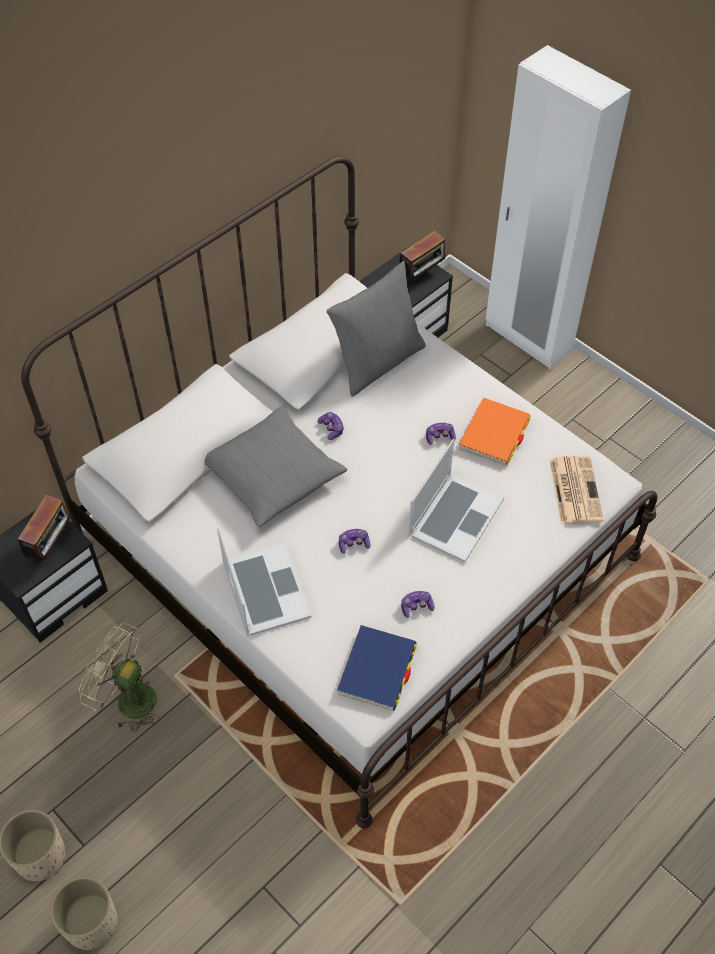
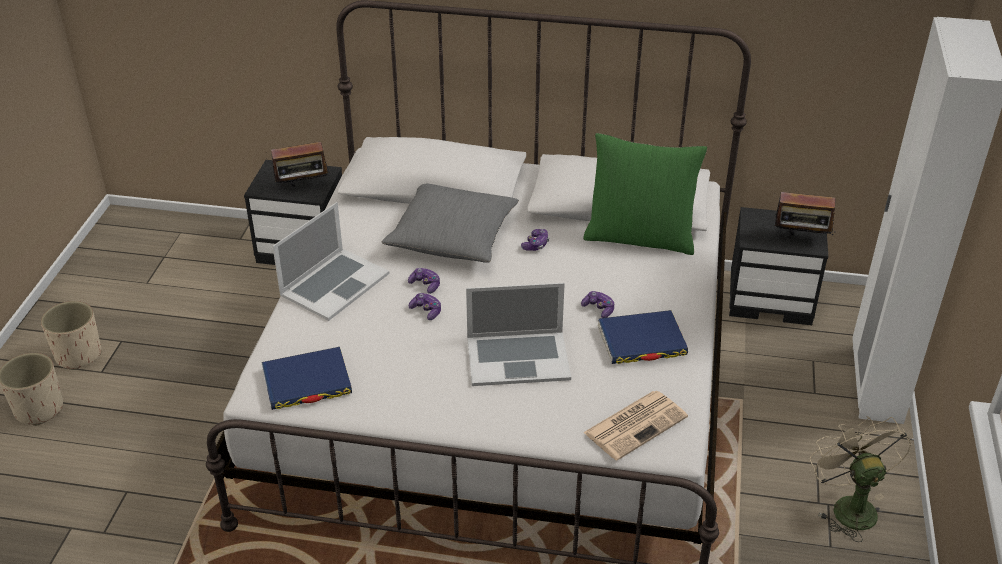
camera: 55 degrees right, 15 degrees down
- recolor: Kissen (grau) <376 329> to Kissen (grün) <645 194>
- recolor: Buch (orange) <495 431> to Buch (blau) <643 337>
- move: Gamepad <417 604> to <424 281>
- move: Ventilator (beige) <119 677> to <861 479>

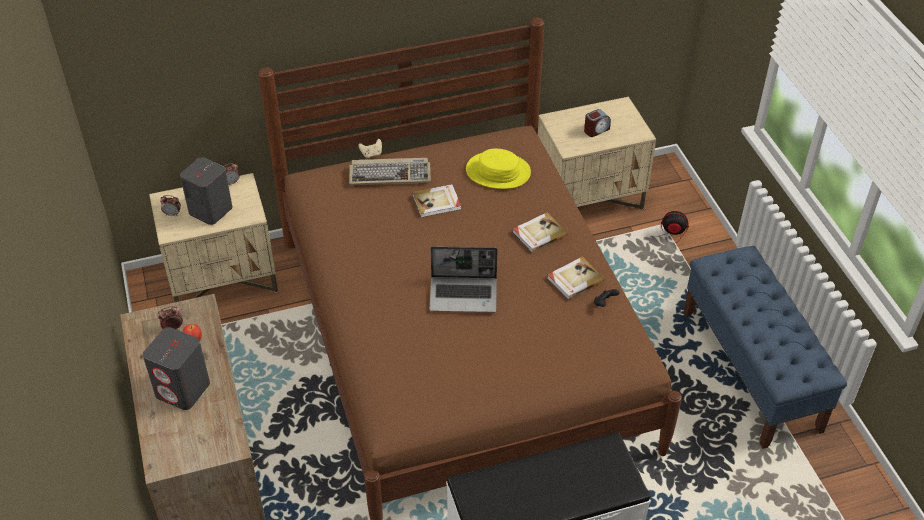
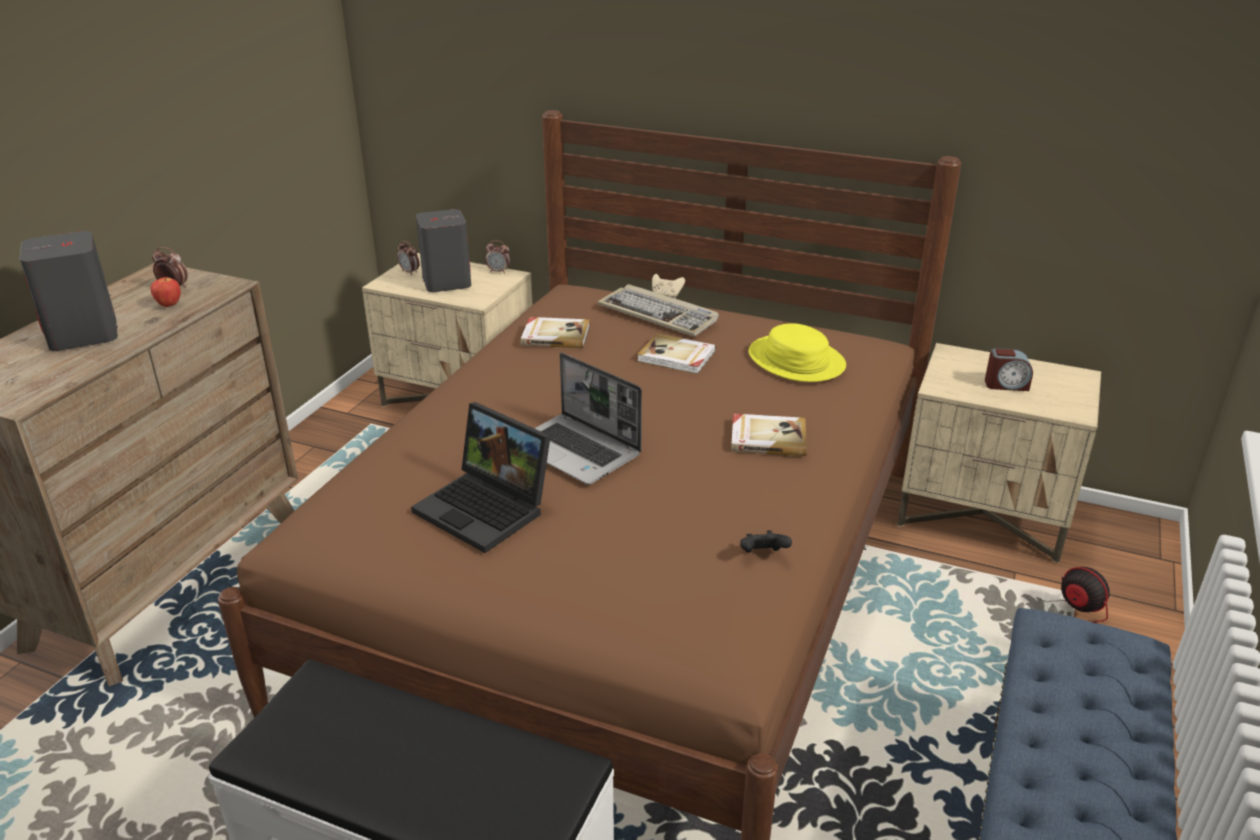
camera: 40 degrees right, 15 degrees down
- move: Buch <575 278> to <555 332>
- insert: Laptop <481 477>

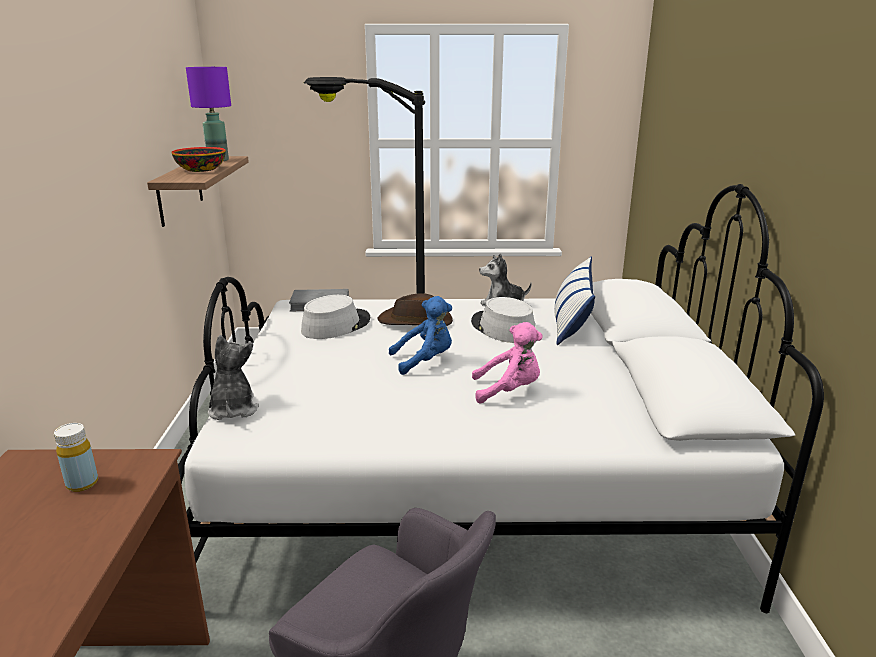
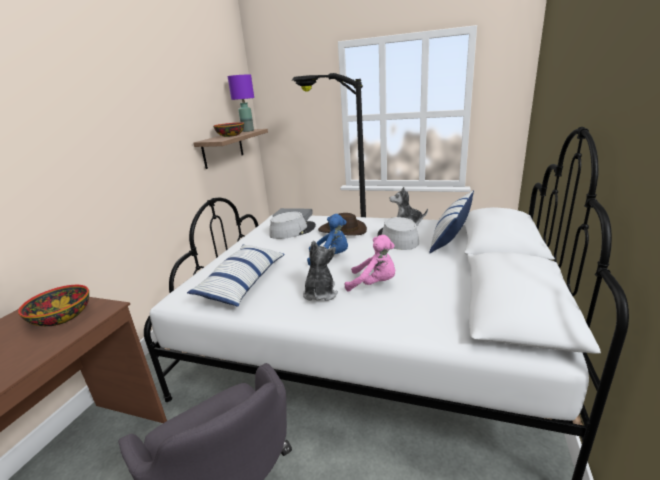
camera: 20 degrees right, 0 degrees up
- move: Plüschtier <233 377> to <320 271>
- replace: Flasche (gelb) <76 457> to Schüssel <53 305>
- insert: Kissen <236 276>

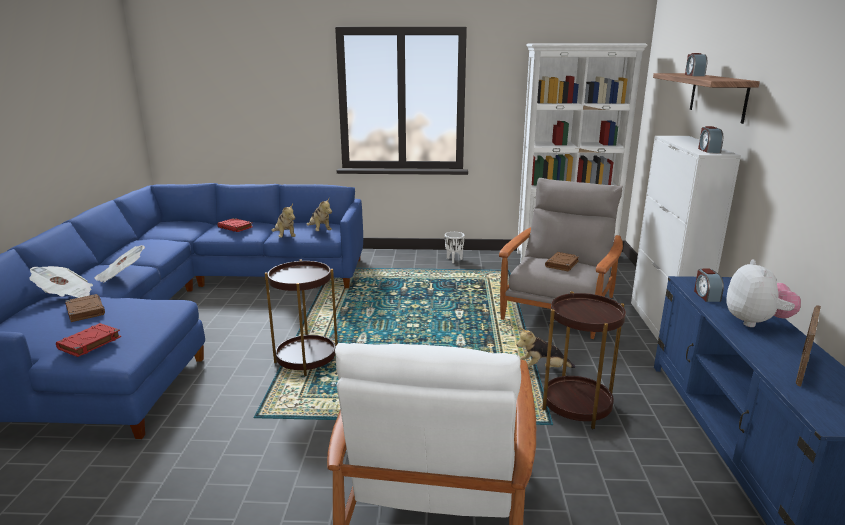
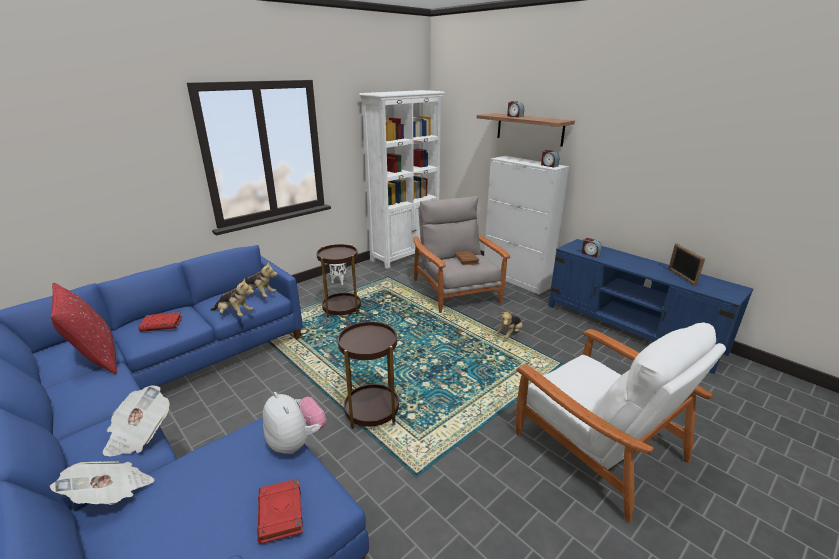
camera: 45 degrees left, 5 degrees up
- move: Plüschtier <763 293> to <295 423>
- move: Beistelltisch (braun) <584 360> to <338 280>
- delete: Buch (braun) <85 308>
- insert: Kissen (rot) <83 328>

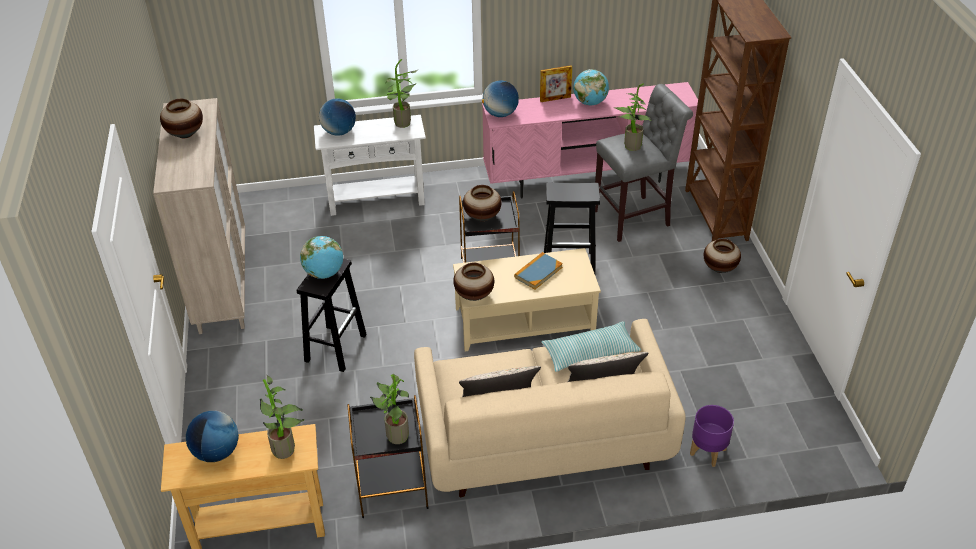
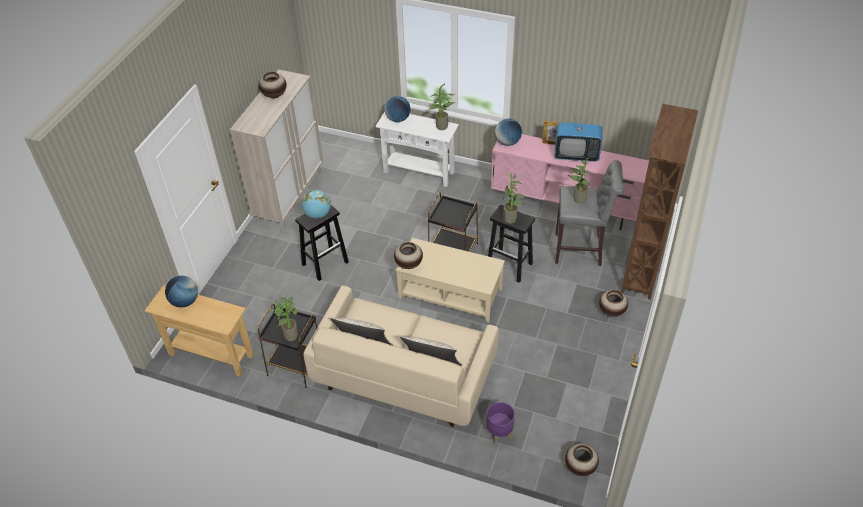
camera: 30 degrees right, 5 degrees up
- replace: Globus <591 87> to Fernseher <578 137>
- move: Vase <482 203> to <582 459>
- delete: Buch <538 270>
- delete: Kissen <591 346>
- move: Topfpflanze <282 417> to <515 198>

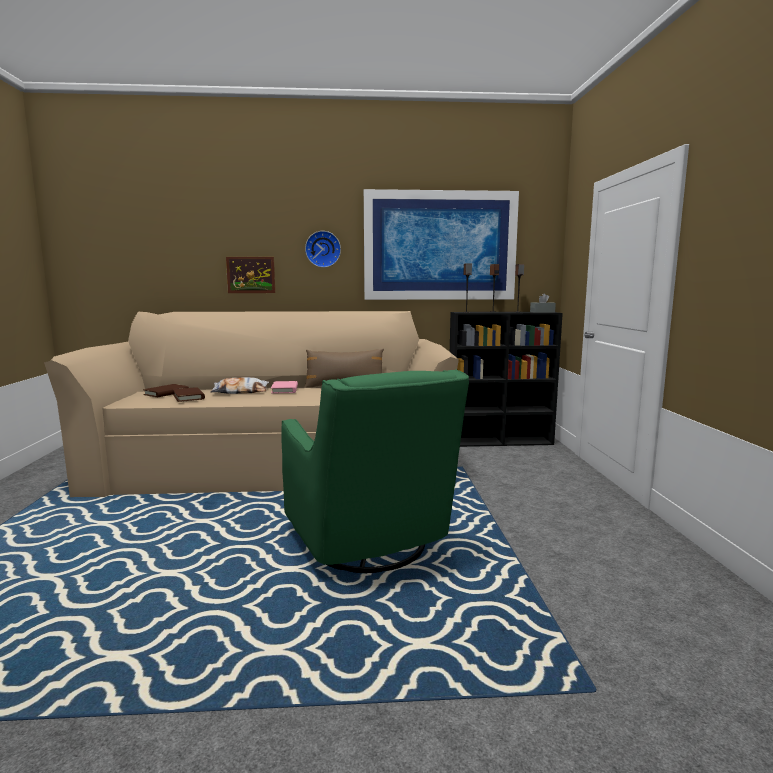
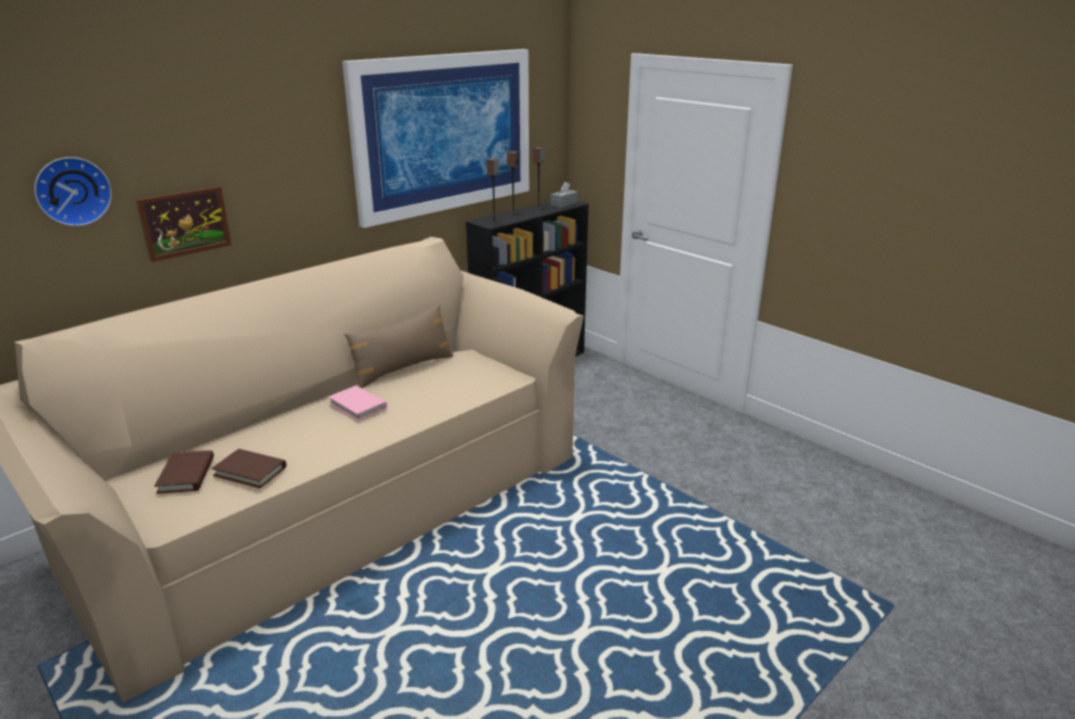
camera: 40 degrees left, 15 degrees up
- move: Wanduhr <323 249> to <73 191>
- delete: Sessel (grün) <375 471>
- delete: Kissen <240 385>

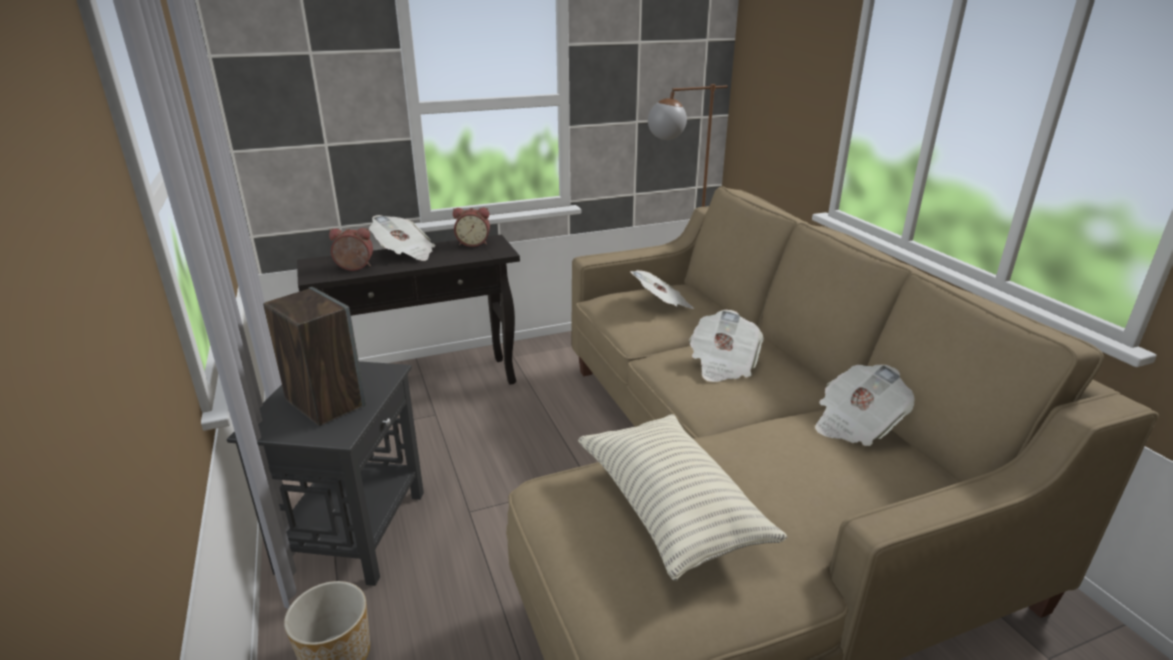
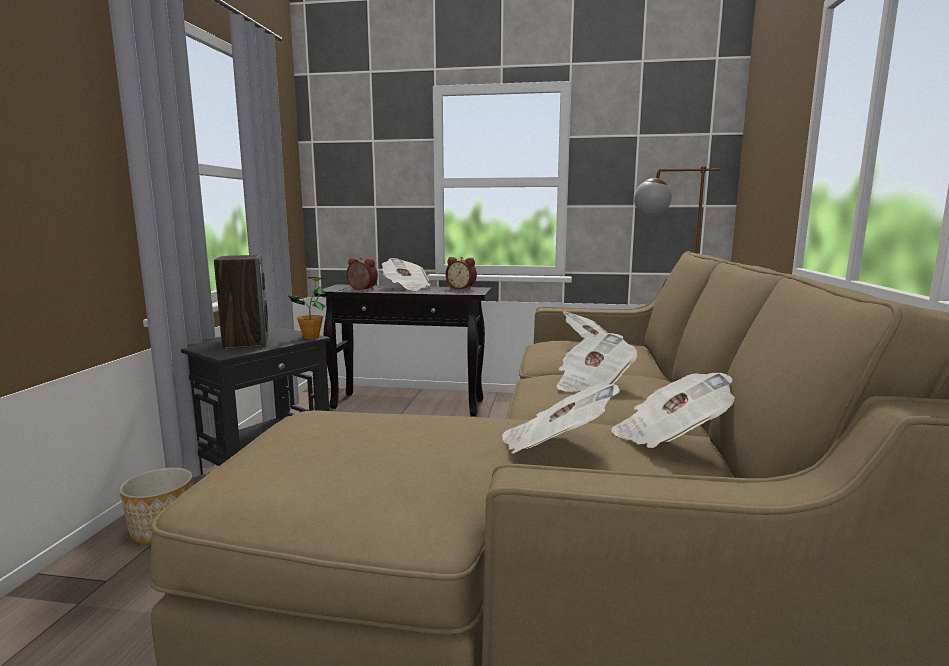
camera: 30 degrees right, 15 degrees down
- delete: Kissen <682 497>
- insert: Topfpflanze <306 308>
- insert: Zeitung <561 419>

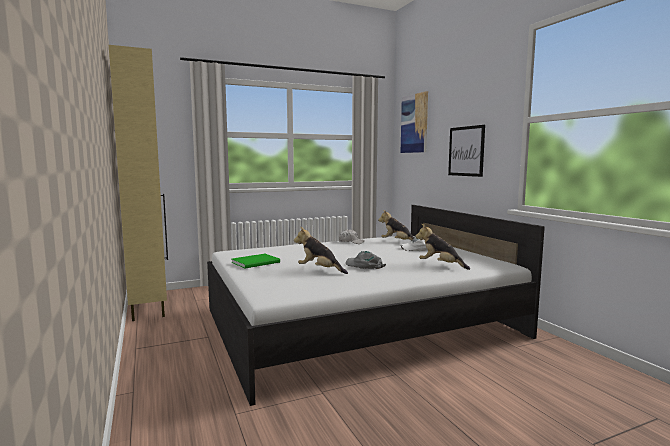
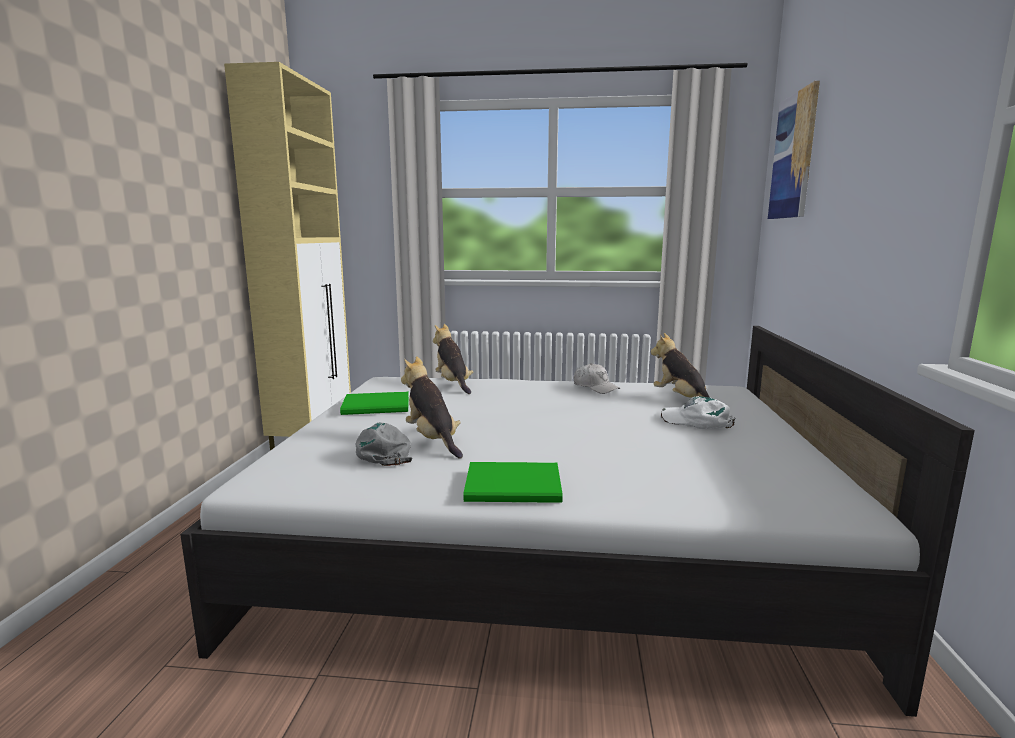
camera: 30 degrees right, 5 degrees up
- delete: Bild <466 151>
- move: Plüschtier <442 247> to <453 359>
- move: Kappe (grau) <366 260> to <384 444>
- insert: Buch (grün) <513 482>

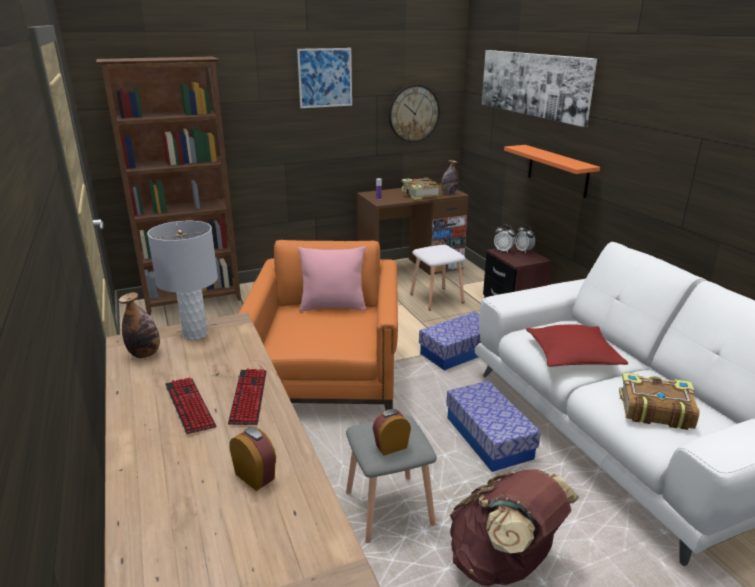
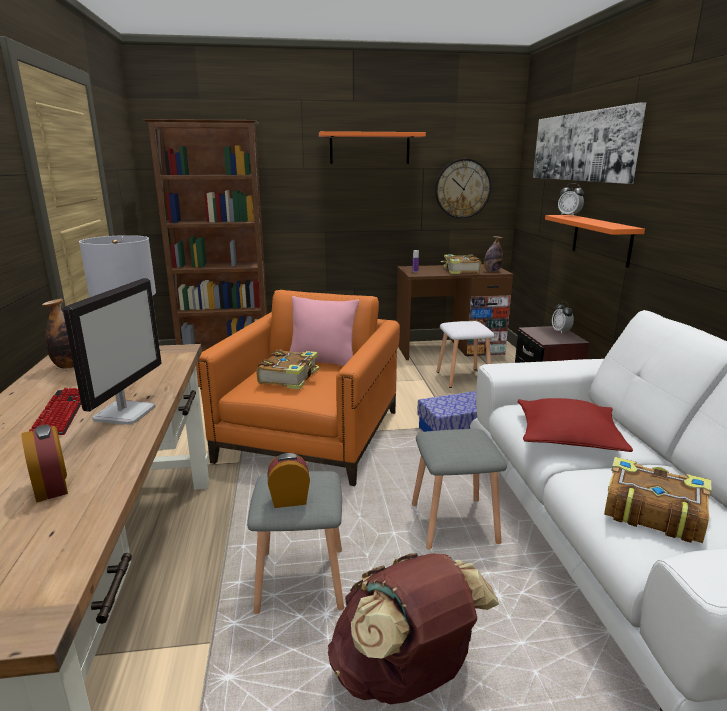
camera: 15 degrees right, 5 degrees down
- replace: Bild <324 78> to Wandregal (orange) <372 147>
- move: Wecker <504 239> to <571 200>
- replace: Tastatur <247 397> to Monitor <112 351>
- replace: Aufbewahrungsbox <493 426> to Hocker (grau) <459 489>
- insert: Buch <288 370>

